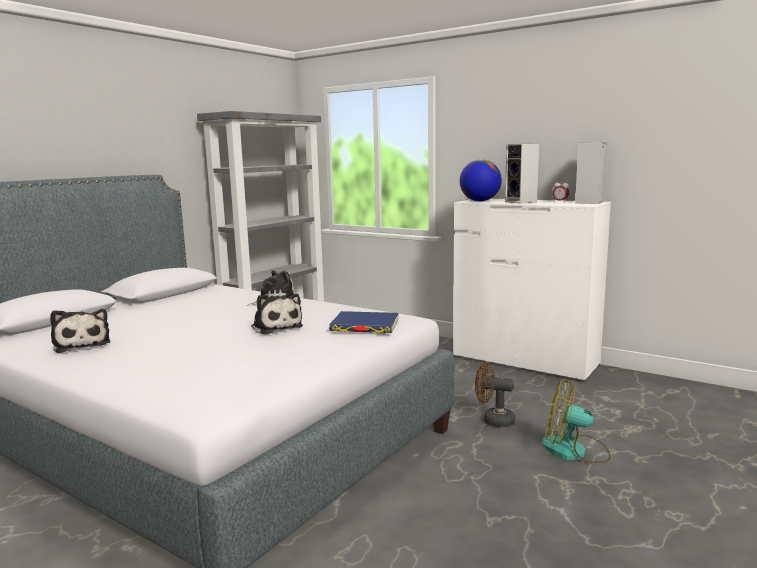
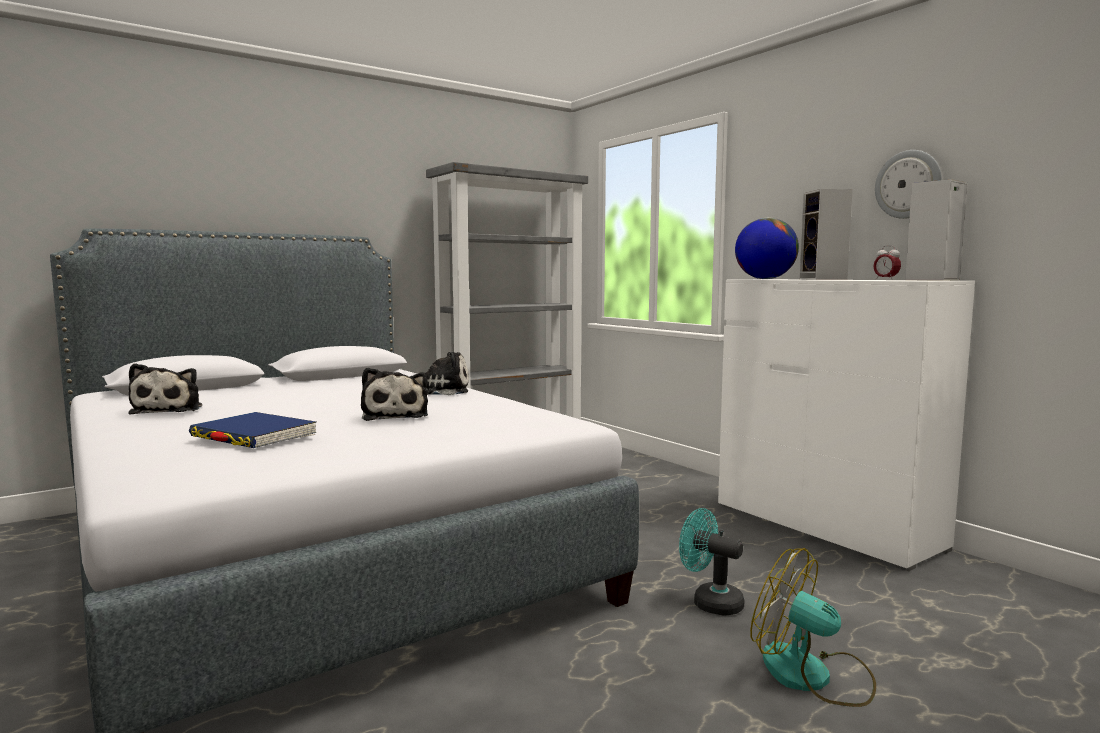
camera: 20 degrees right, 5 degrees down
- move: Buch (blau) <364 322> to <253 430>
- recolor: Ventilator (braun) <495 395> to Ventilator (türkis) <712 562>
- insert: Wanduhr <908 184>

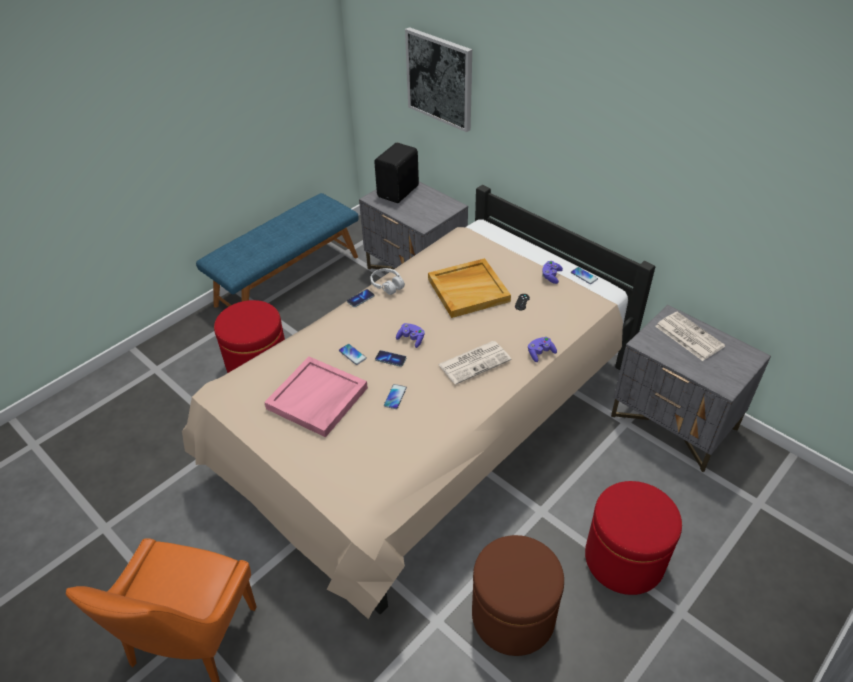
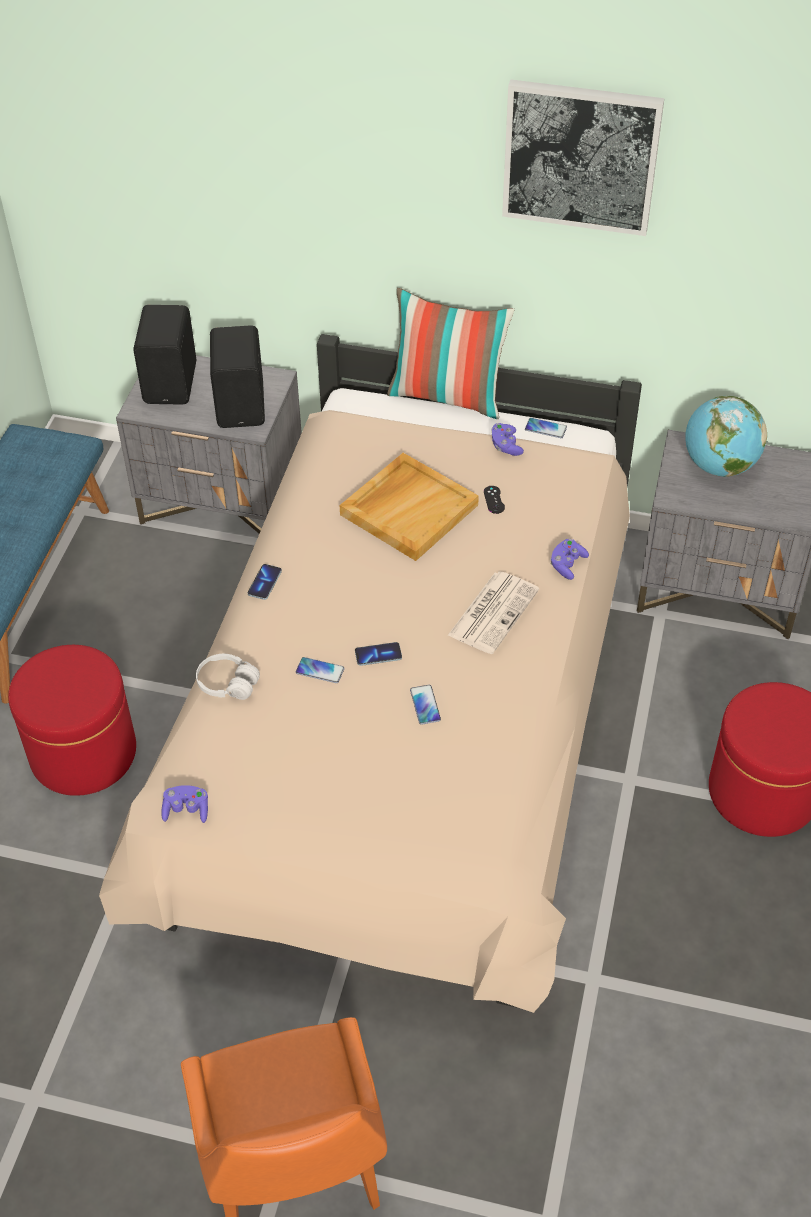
camera: 30 degrees left, 5 degrees up
- move: Bild <438 79> to <583 158>
- move: Kopfhörer (weiß) <387 281> to <228 677>
- replace: Zeitung <690 336> to Globus <726 436>
- move: Gamepad (lila) <410 335> to <184 804>
- delete: Tablett (rosa) <316 397>
- delete: Polsterhocker (braun) <518 595>
- insert: Kissen <450 353>
- insert: Lautsprecher (schwarz) <237 376>

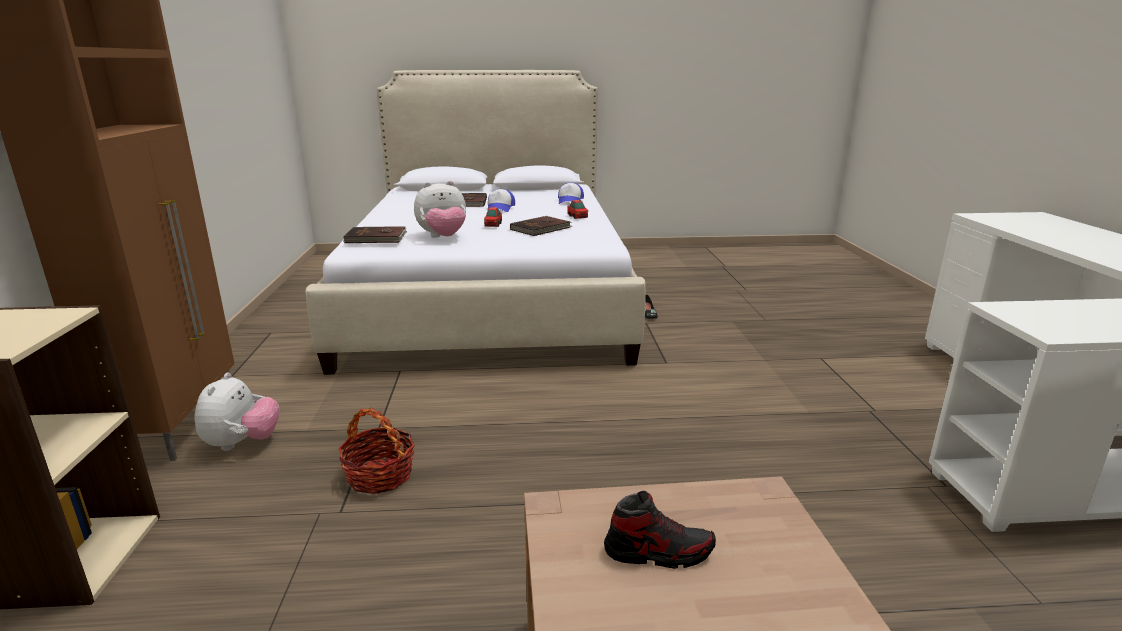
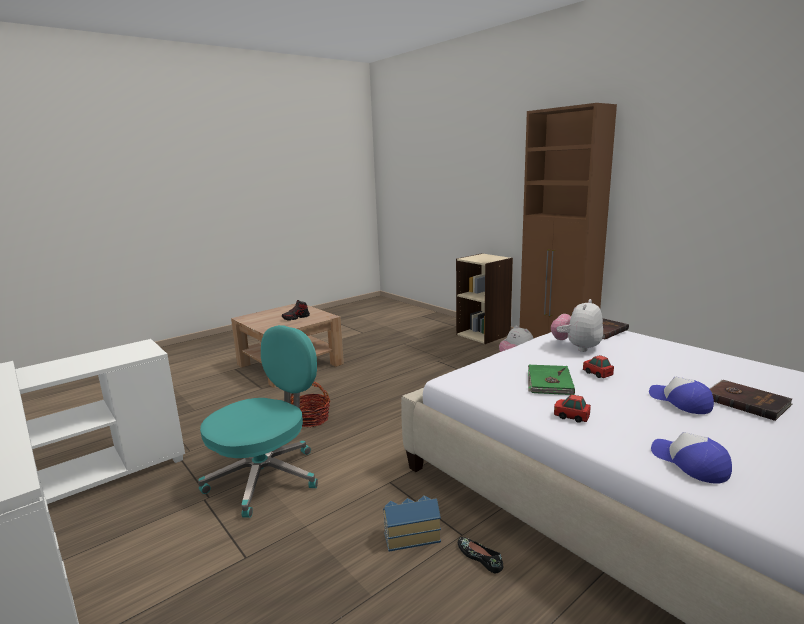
camera: 145 degrees right, 5 degrees down
- recolor: Buch (braun) <541 226> to Buch (grün) <551 380>
- move: Korb <376 451> to <310 404>
- insert: Bürostuhl (türkis) <258 421>
- insert: Spielzeughaus <412 523>

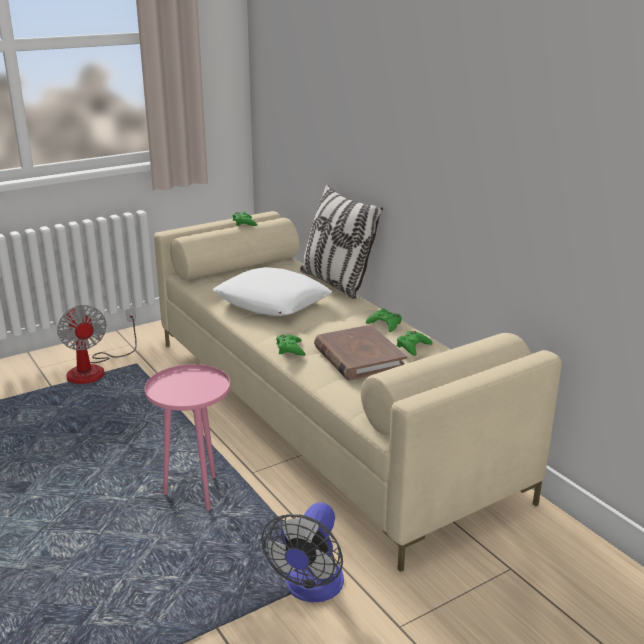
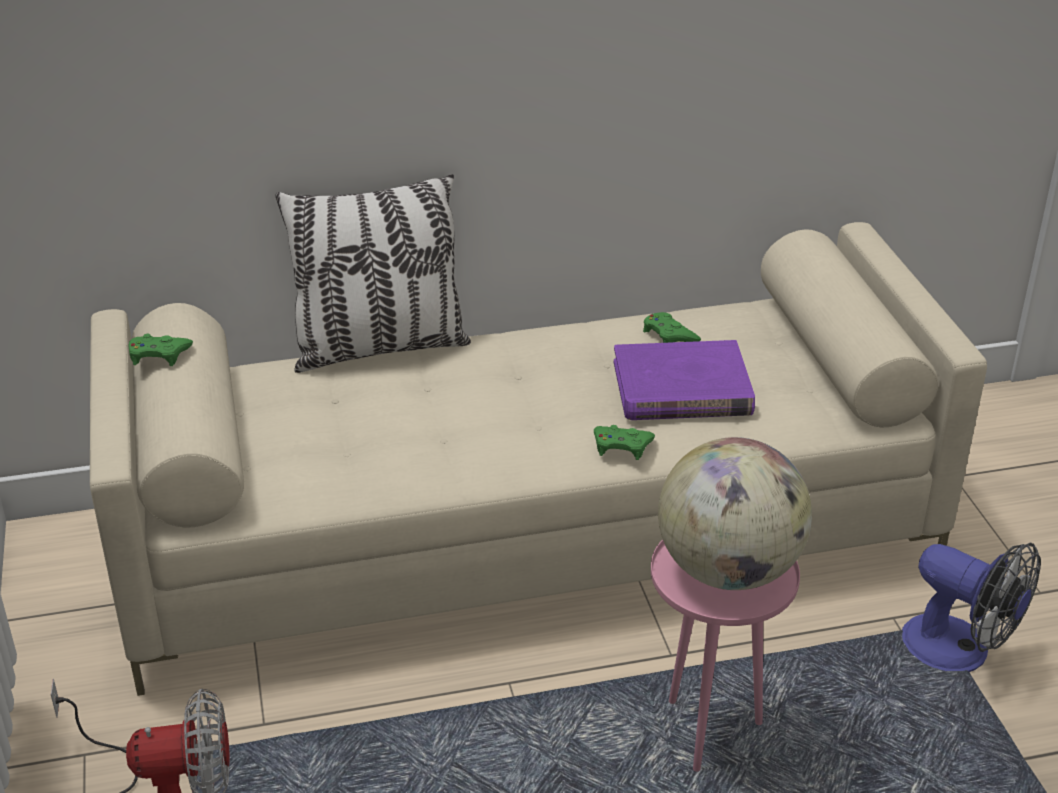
camera: 70 degrees left, 10 degrees up
- delete: Kissen (weiß) <272 291>
- delete: Gamepad (grün) <384 320>
- recolor: Buch (braun) <360 353> to Buch (lila) <684 380>
- insert: Globus <735 513>

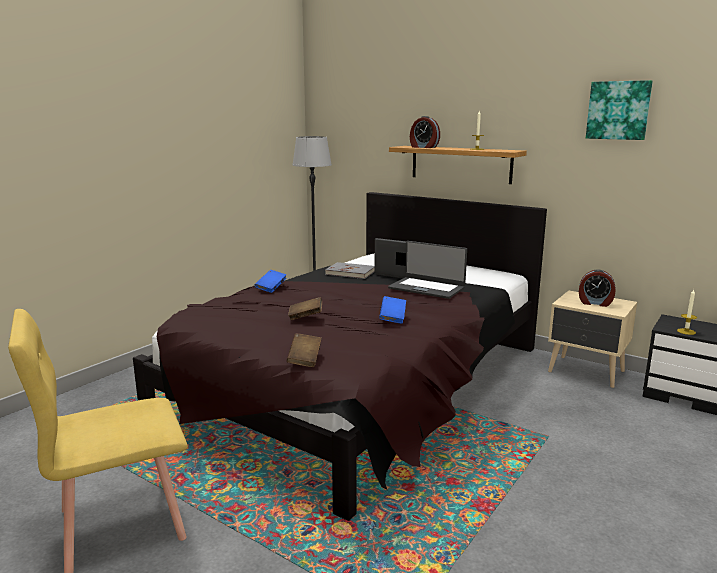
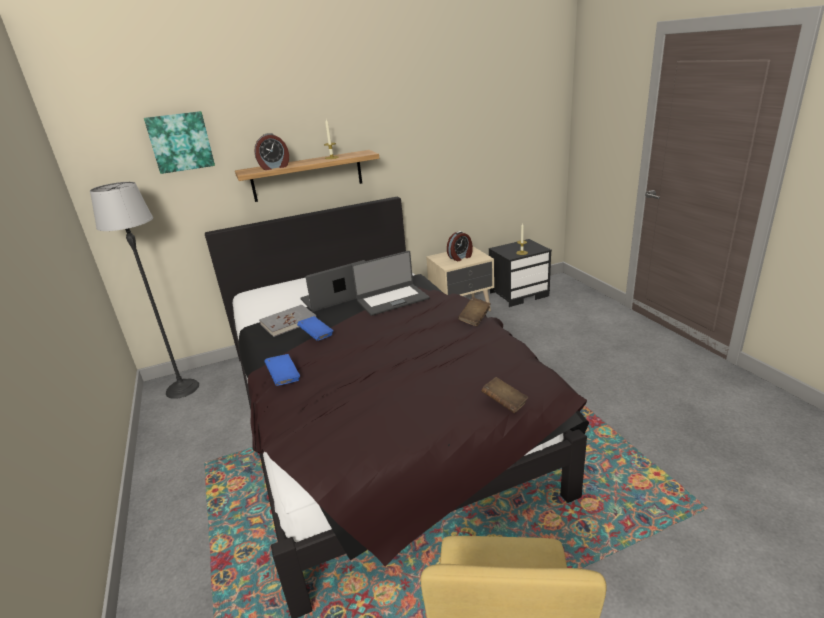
camera: 55 degrees left, 10 degrees up
- move: Bild <619 110> to <179 142>
- move: Buch (blau) <392 310> to <315 328>
- move: Buch (braun) <305 308> to <474 311>

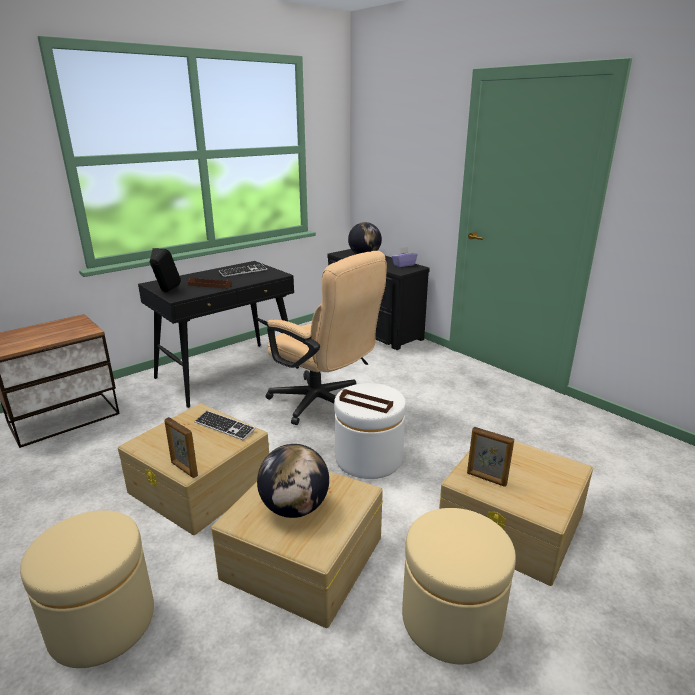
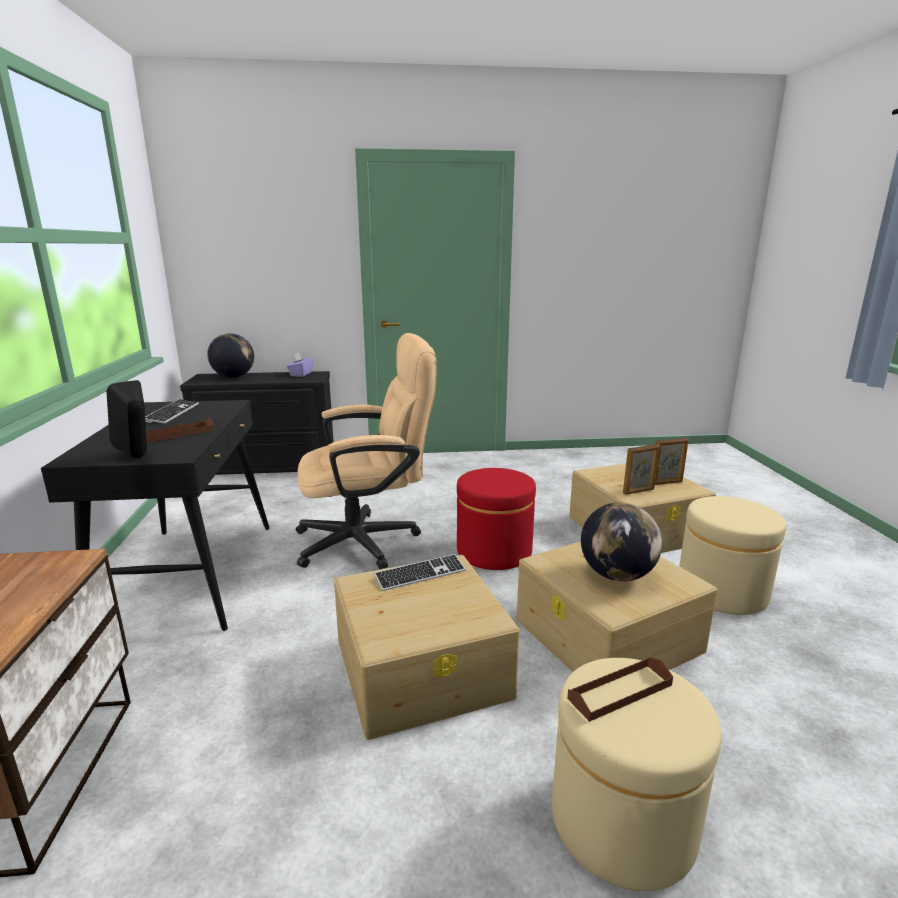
camera: 55 degrees left, 5 degrees down
- recolor: Polsterhocker (weiß) <370 431> to Polsterhocker (rot) <496 519>
- move: Tablett (braun) <366 401> to <620 689>
- move: Bilderrahmen <181 447> to <672 461>

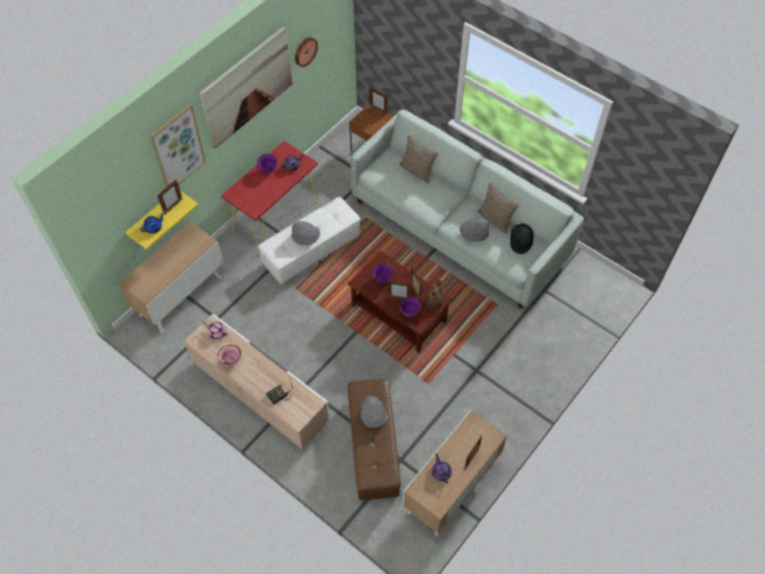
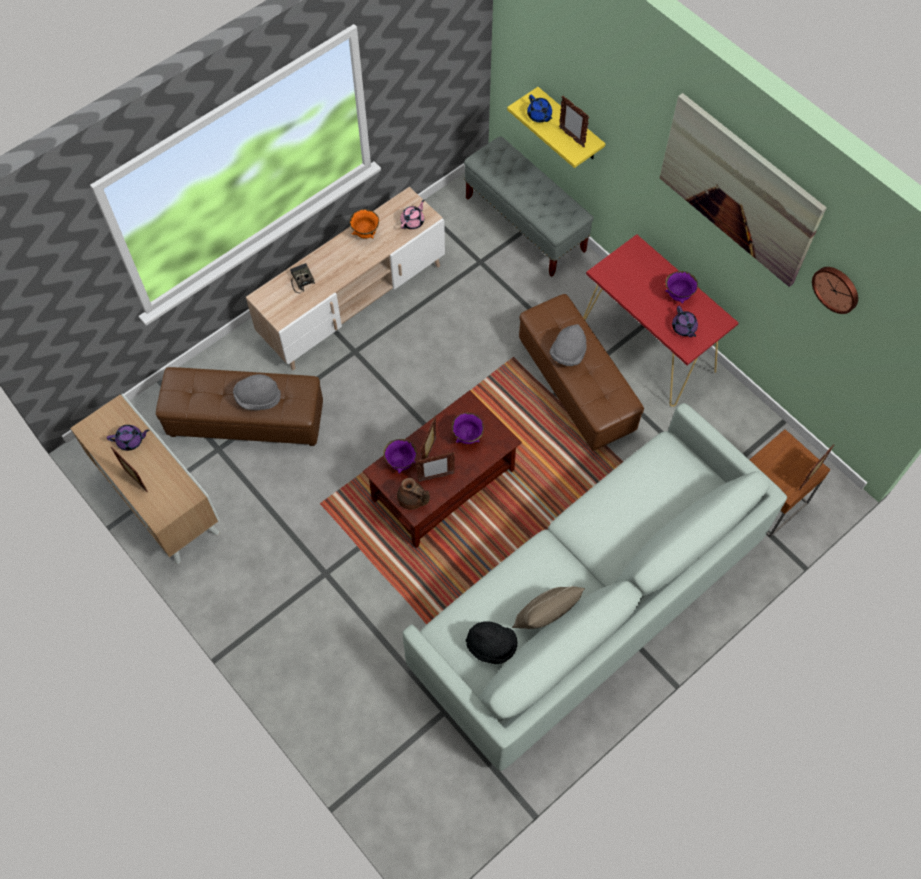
camera: 100 degrees right, 5 degrees up
- delete: Bild <178 146>
- delete: Kissen (beige) <418 159>
- recolor: Polsterhocker (weiß) <309 241> to Polsterhocker (braun) <581 372>
- delete: Hut (grau) <474 230>
- replace: Schrank <171 277> to Bank (grau) <529 206>
- recolor: Schüssel (rosa) <229 356> to Schüssel (orange) <364 224>

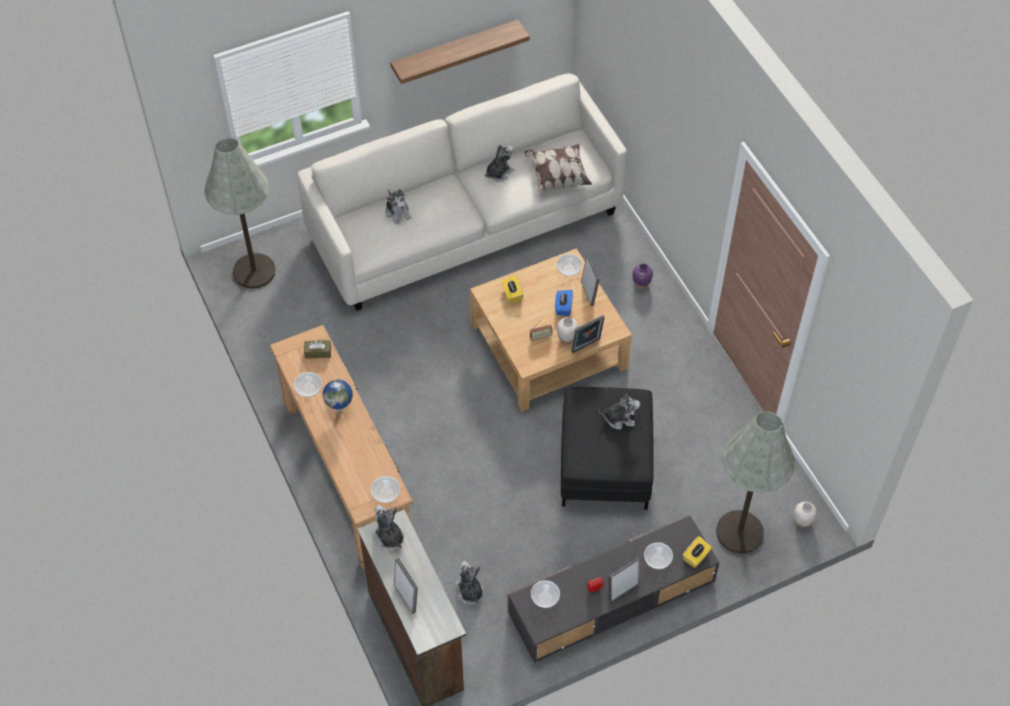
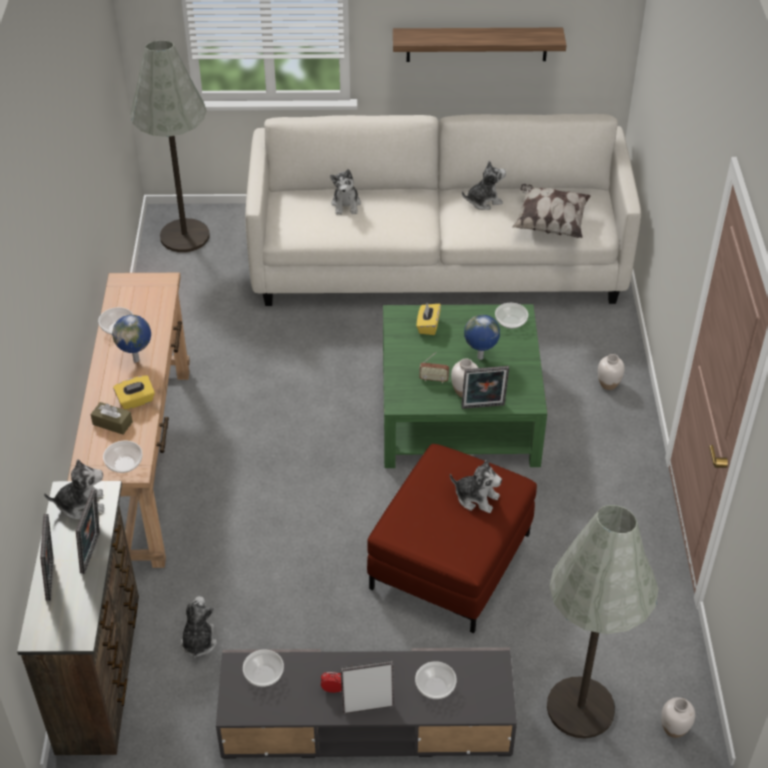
camera: 25 degrees right, 10 degrees down
- recolor: Couchtisch (beige) <551 330> to Couchtisch (grün) <465 386>
- move: Bilderrahmen <590 280> to <88 531>
- recolor: Vase (lila) <643 276> to Vase (weiß) <611 372>
- replace: Taschentuchbox (blau) <564 303> to Globus <482 337>
- move: Taschentuchbox (braun) <317 349> to <112 418>
- recolor: Polsterhocker (schwarz) <607 448> to Polsterhocker (rot) <452 538>
- rotate: Plüschtier <388 527> = <74 489> 90 degrees clockwise
- move: Taschentuchbox (gelb) <697 552> to <134 392>

